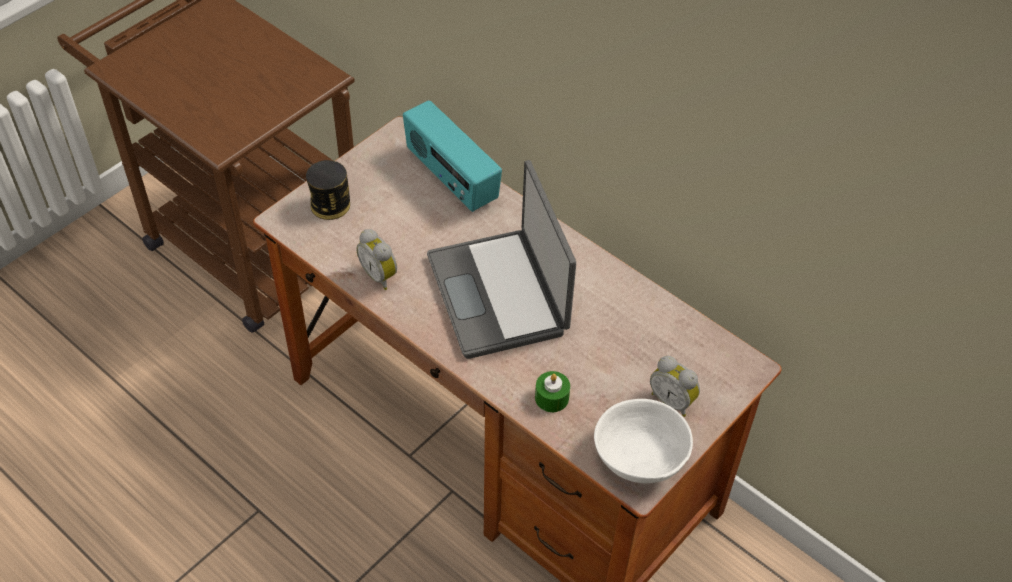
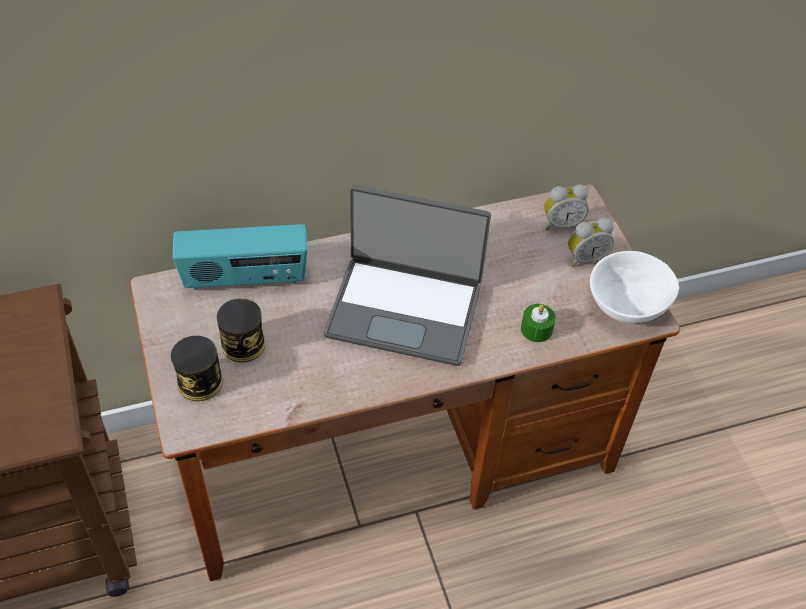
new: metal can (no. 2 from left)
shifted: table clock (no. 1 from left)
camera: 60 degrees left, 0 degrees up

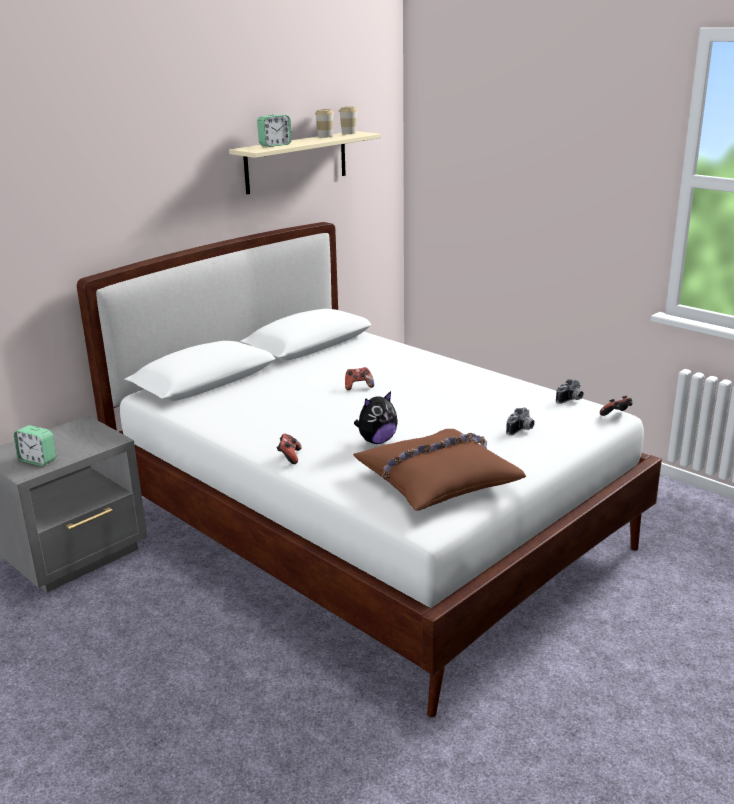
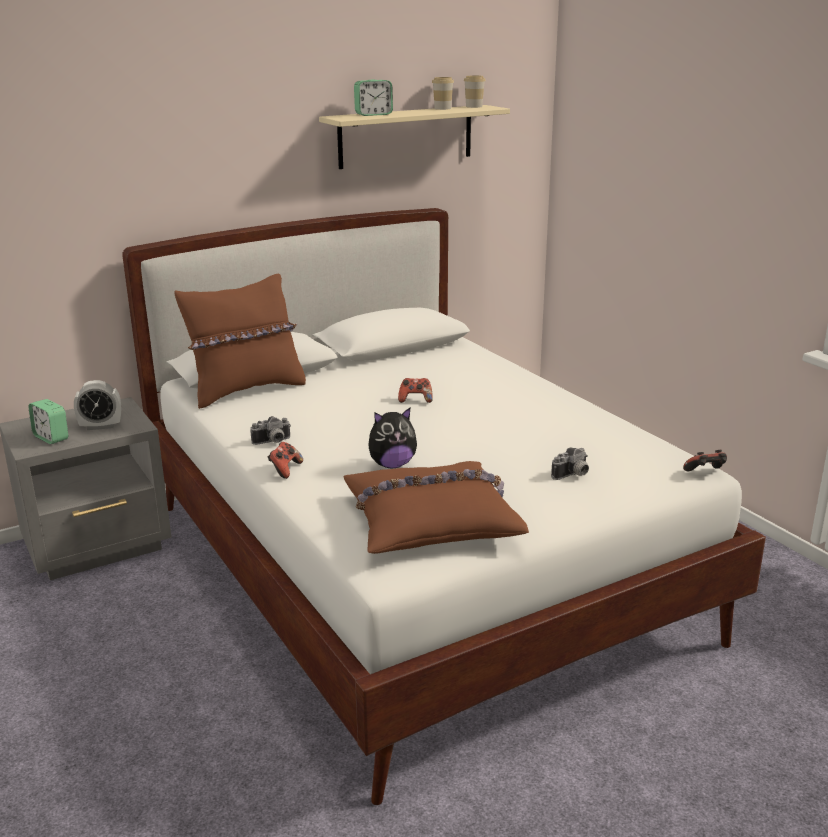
new: brownish cushion (no. 1 from left); table clock (no. 2 from left)
shifted: photo camera (no. 2 from left in the first image) to photo camera (no. 1 from left)
camera: 15 degrees right, 0 degrees up

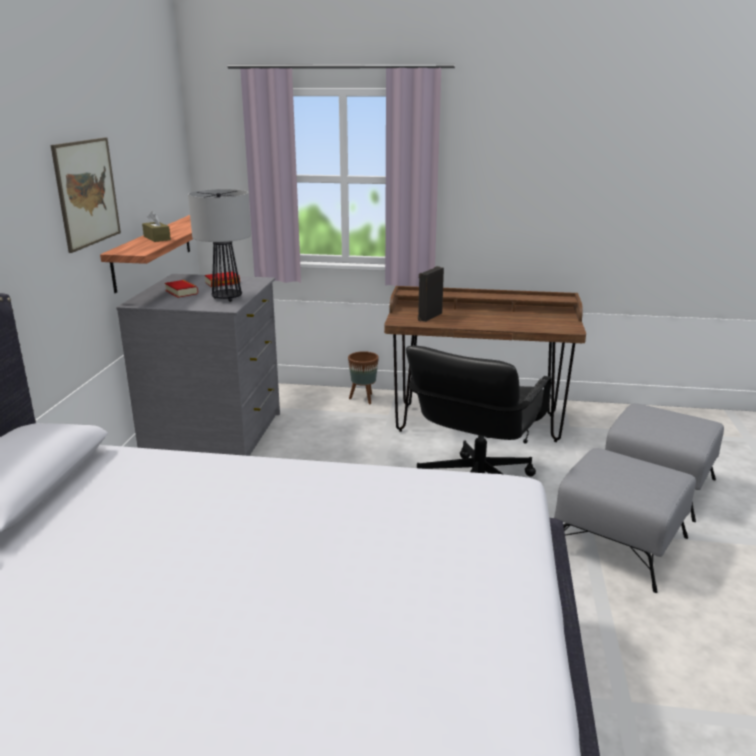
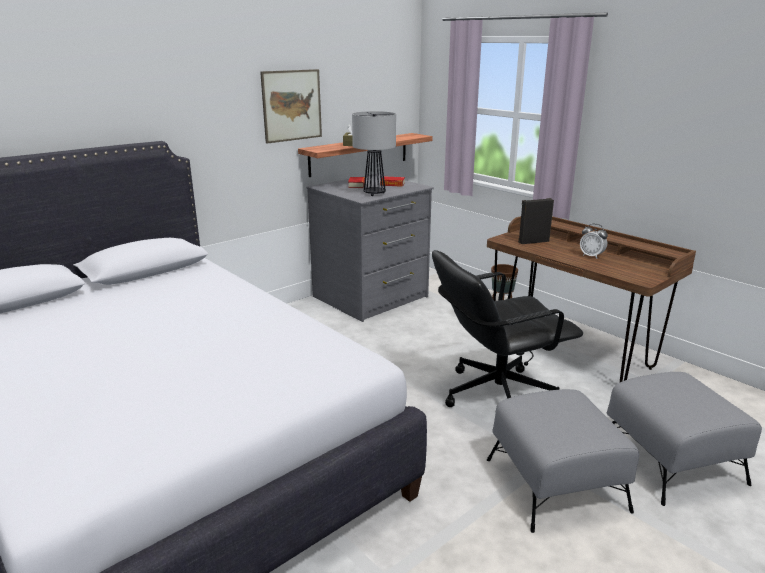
new: table clock
camera: 40 degrees right, 0 degrees up

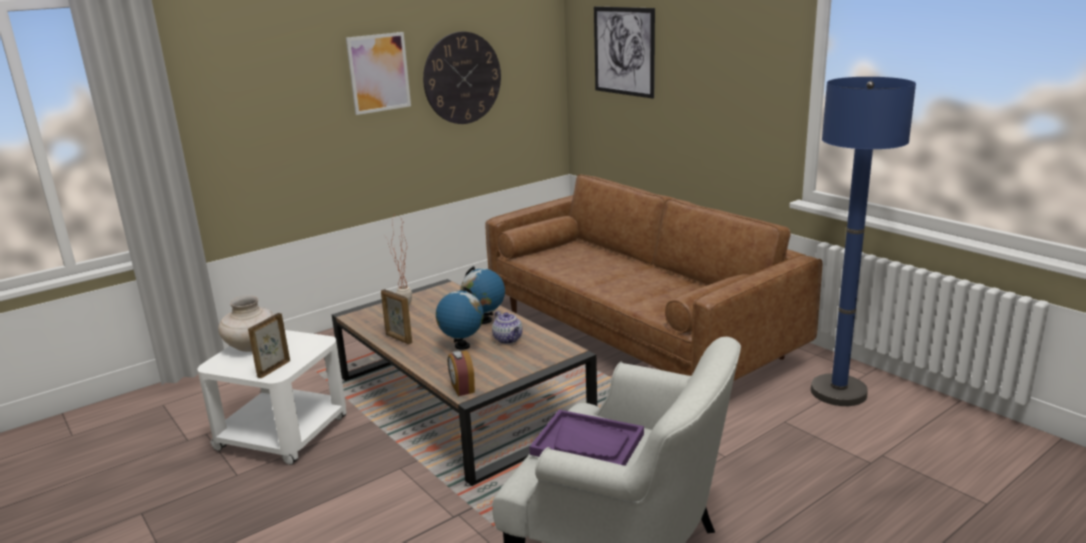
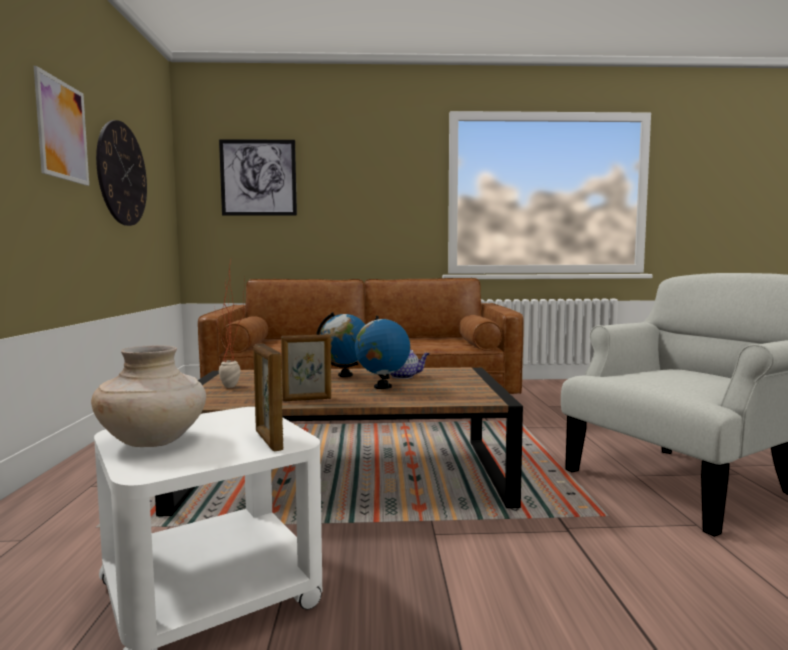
gone: blue standing lamp; table clock; purple-coloured carrying tray
camera: 55 degrees left, 15 degrees down

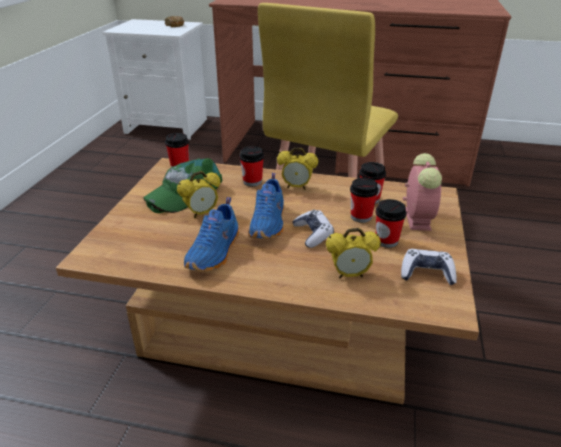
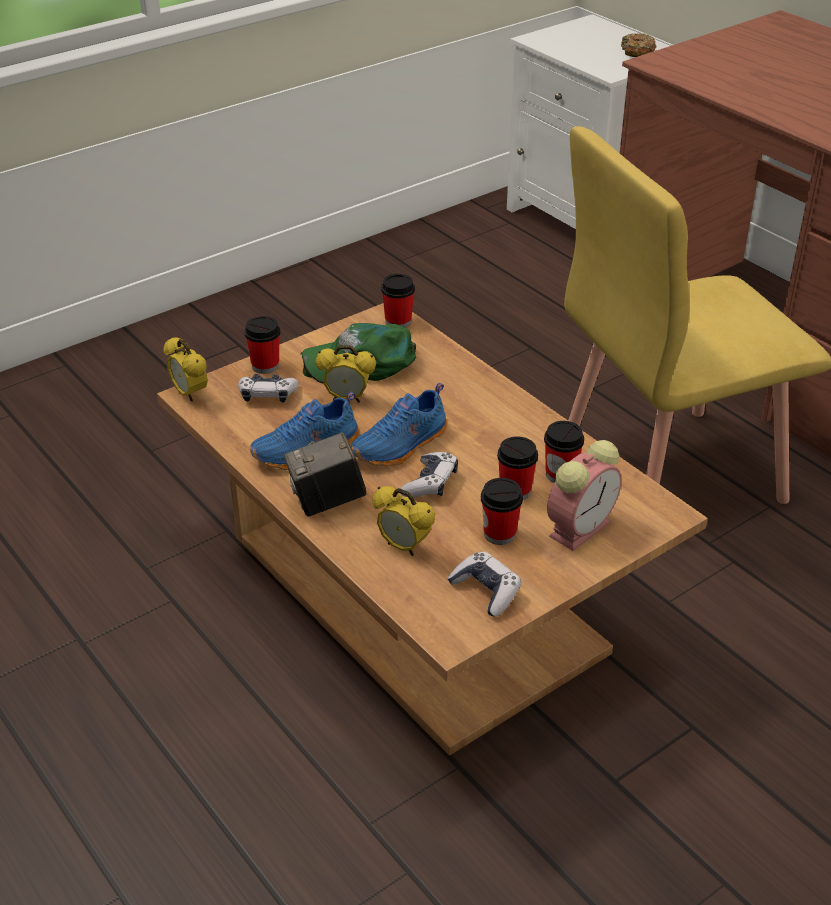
new: joypad (no. 1 from left); photo camera
shifted: small cup (no. 2 from left in the first image) to small cup (no. 1 from left); table clock (no. 2 from left in the first image) to table clock (no. 1 from left)
camera: 40 degrees right, 5 degrees up

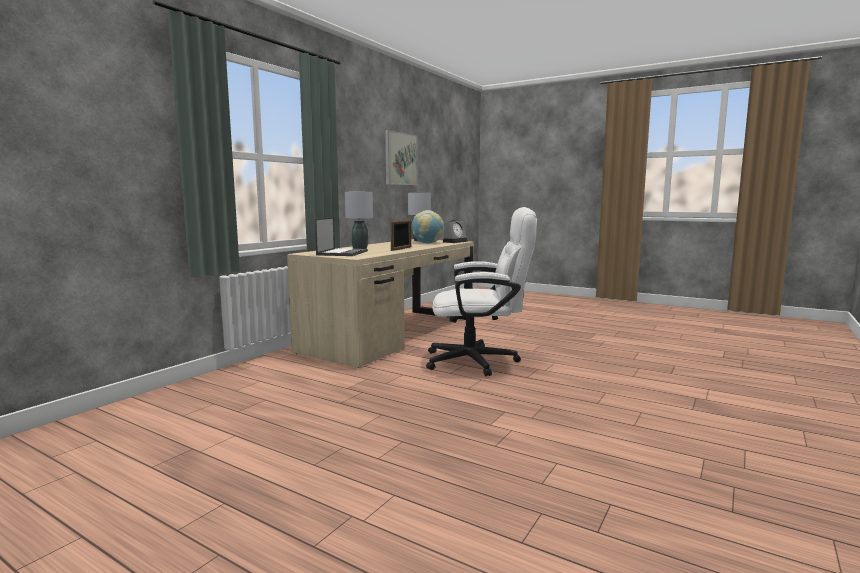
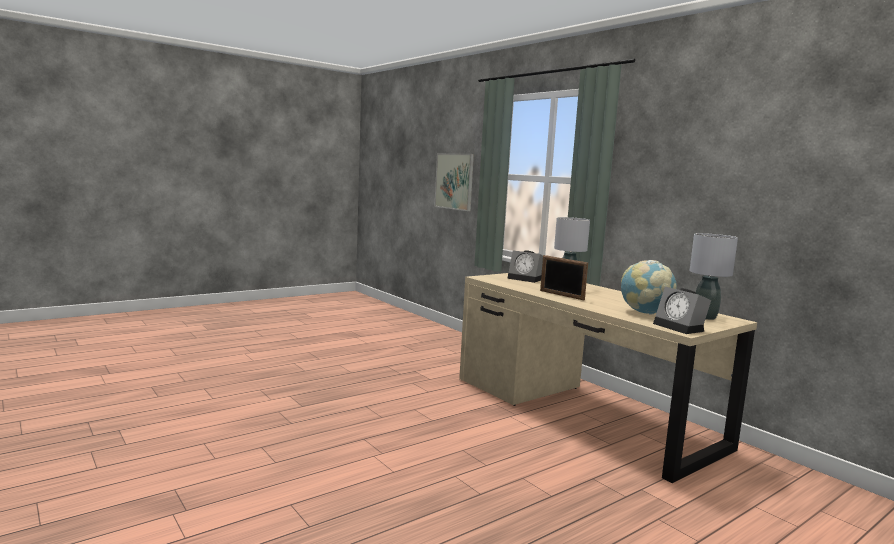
gone: whitish desk chair
shifted: picture
swapped: portable computer to table clock (no. 1 from left)
camera: 110 degrees right, 0 degrees up

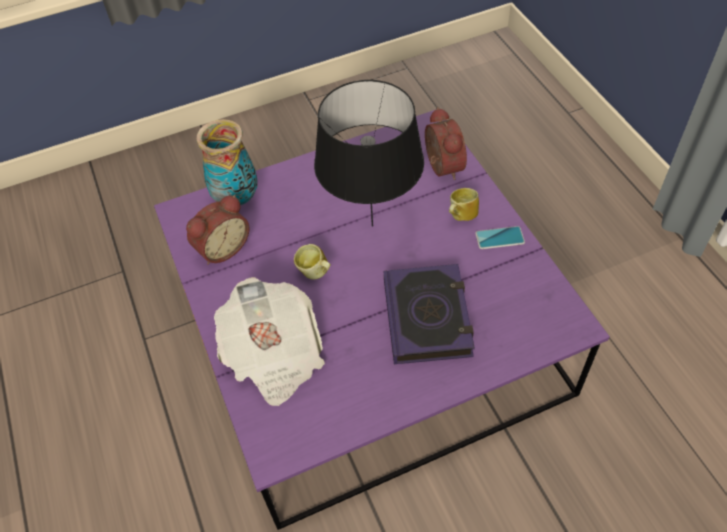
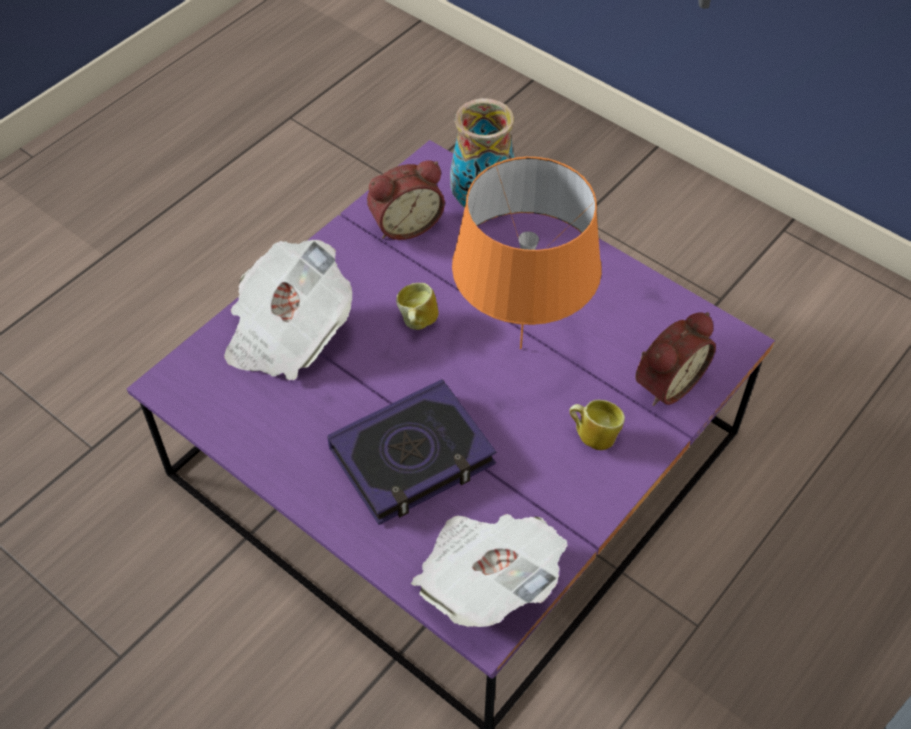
gone: phone
new: printed paper (no. 2 from left)
repainted: black-coloured lamp for a table to orange lamp for a table
rotated: table clock (no. 1 from left) 45 degrees counterclockwise
camera: 60 degrees right, 0 degrees up

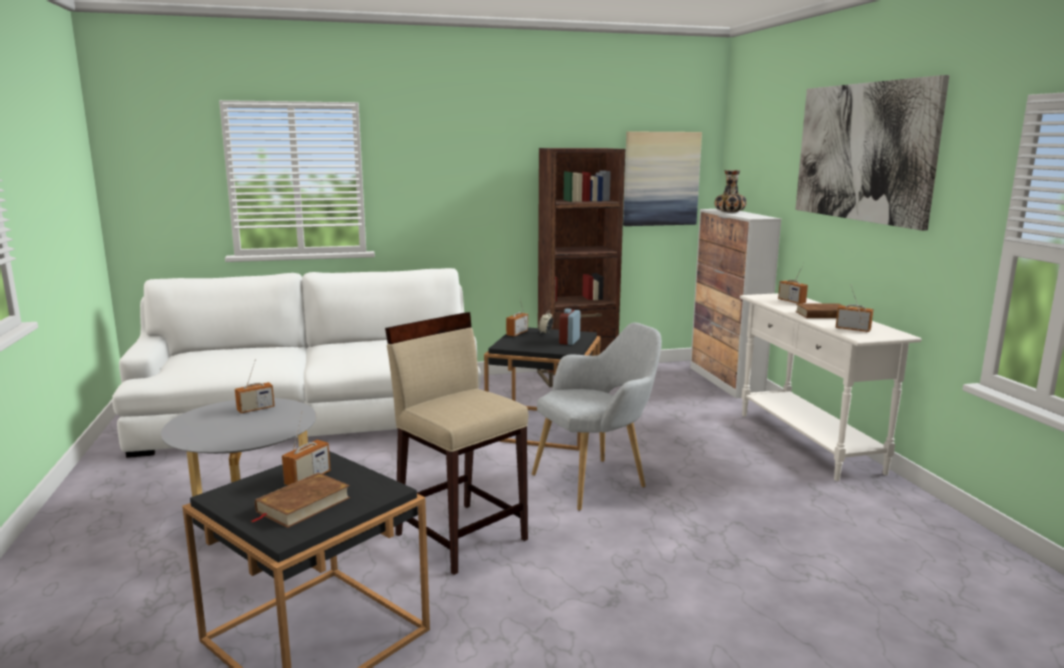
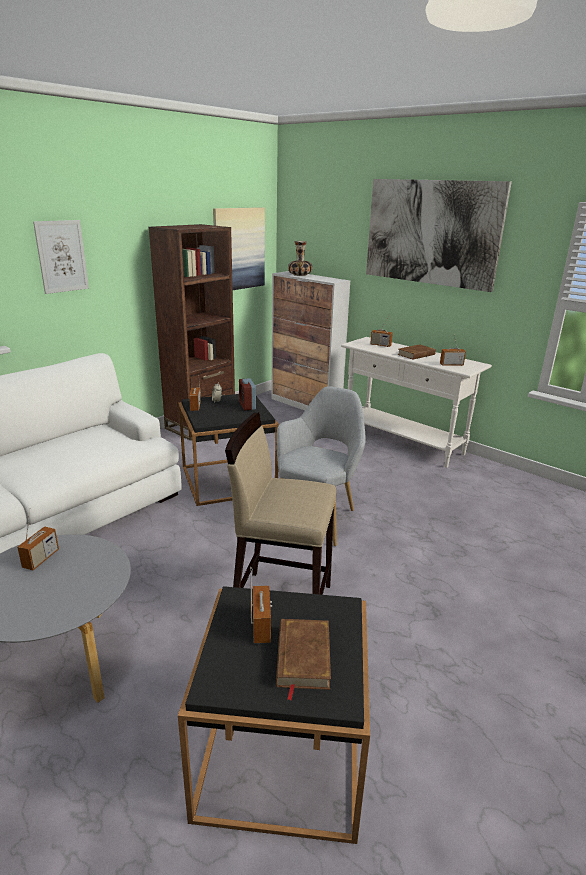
new: picture (no. 1 from left)
camera: 35 degrees left, 10 degrees up

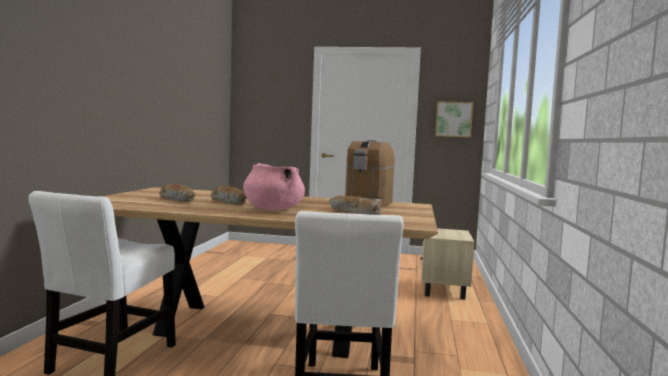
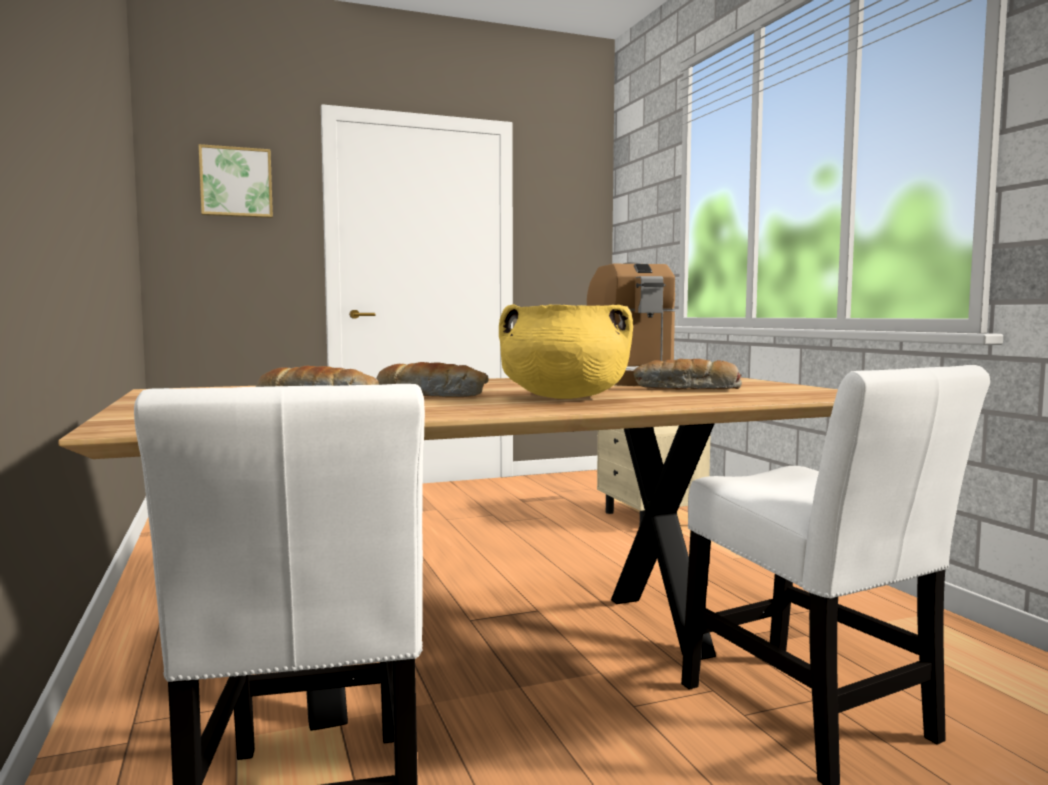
shifted: picture
repainted: pinkish stockpot to yellow stockpot
camera: 30 degrees left, 0 degrees up

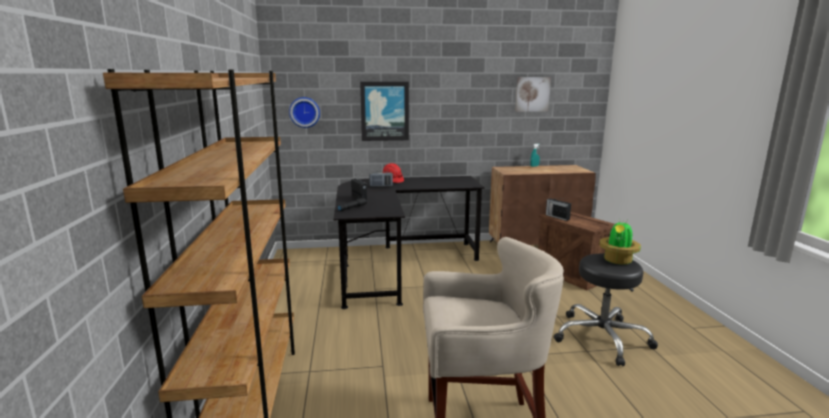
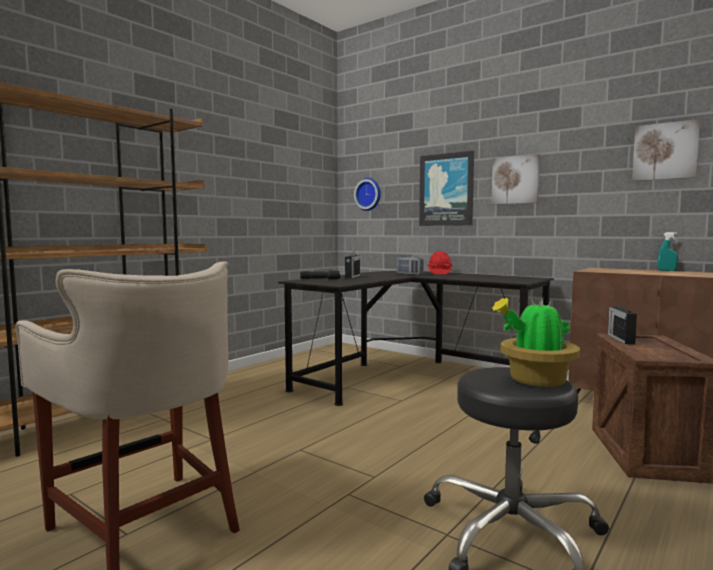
new: picture (no. 2 from left)
camera: 45 degrees right, 10 degrees down

